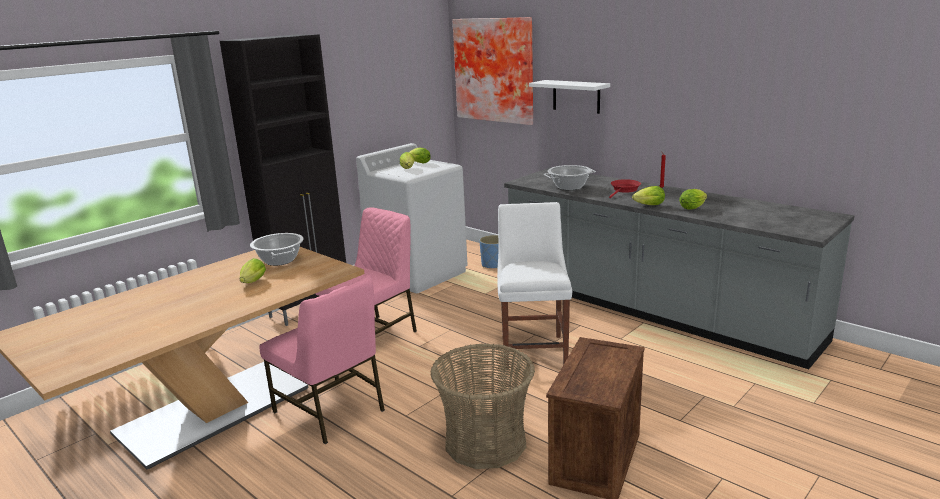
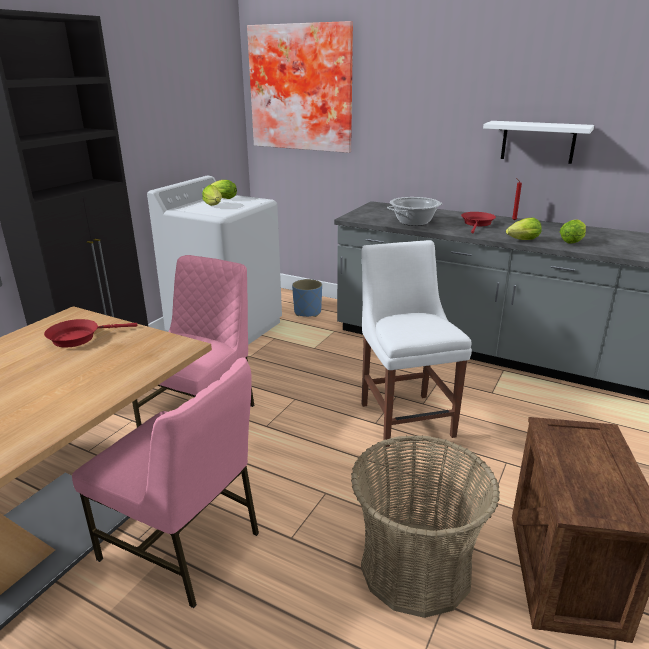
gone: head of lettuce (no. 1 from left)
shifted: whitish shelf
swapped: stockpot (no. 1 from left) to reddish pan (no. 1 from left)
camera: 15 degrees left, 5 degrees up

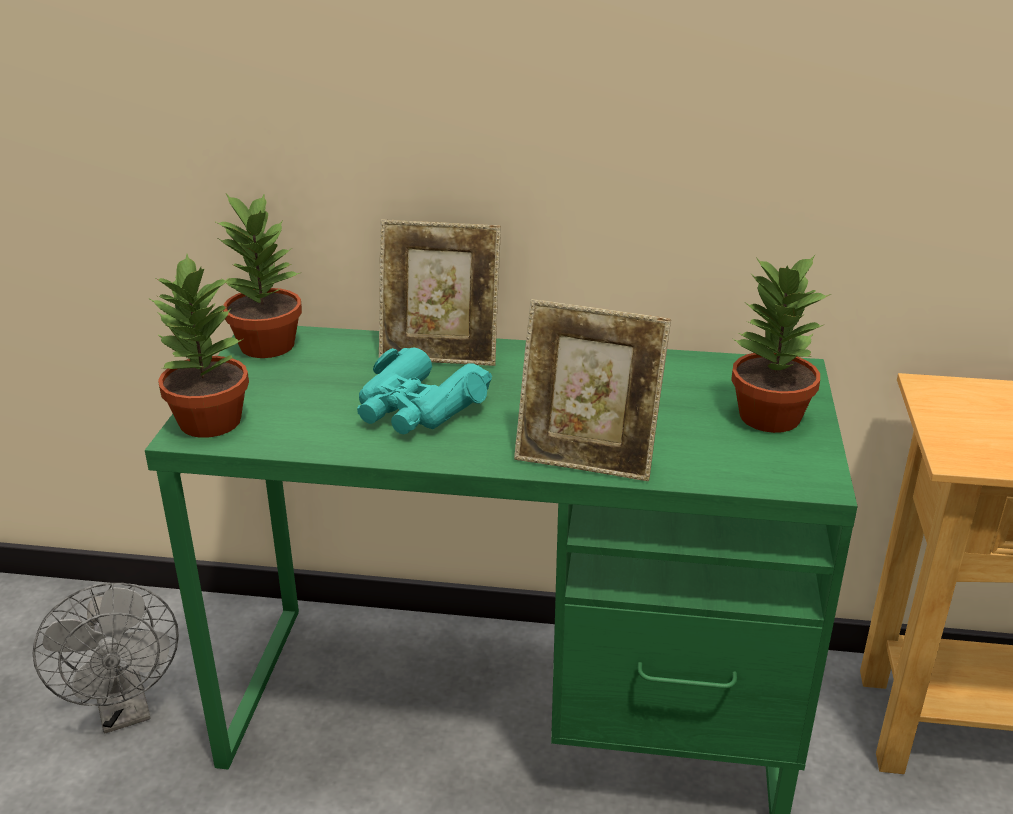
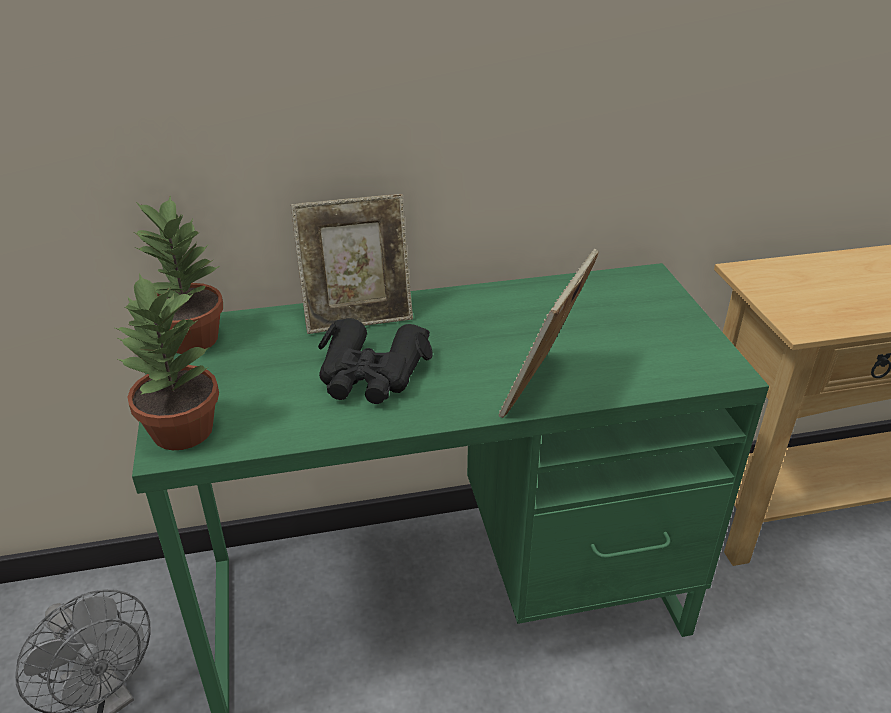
gone: houseplant (no. 3 from left)
repainted: blue-green field glasses to black-coloured field glasses
rotated: standing frame (no. 2 from left) 120 degrees clockwise
camera: 20 degrees left, 5 degrees up

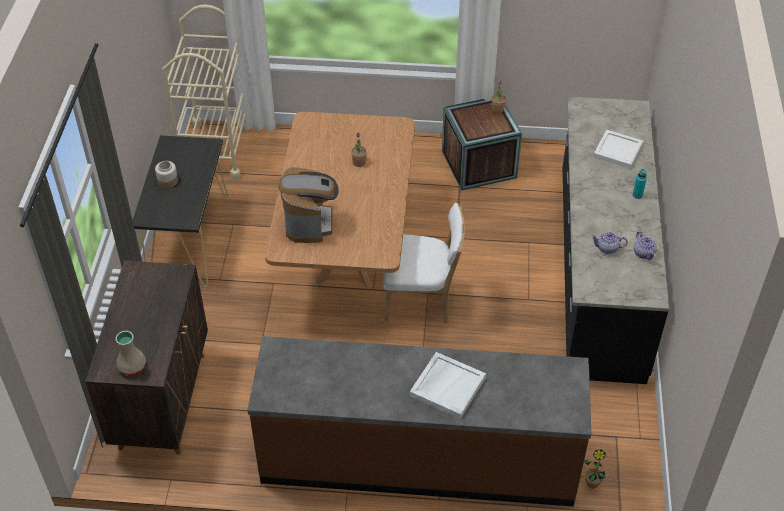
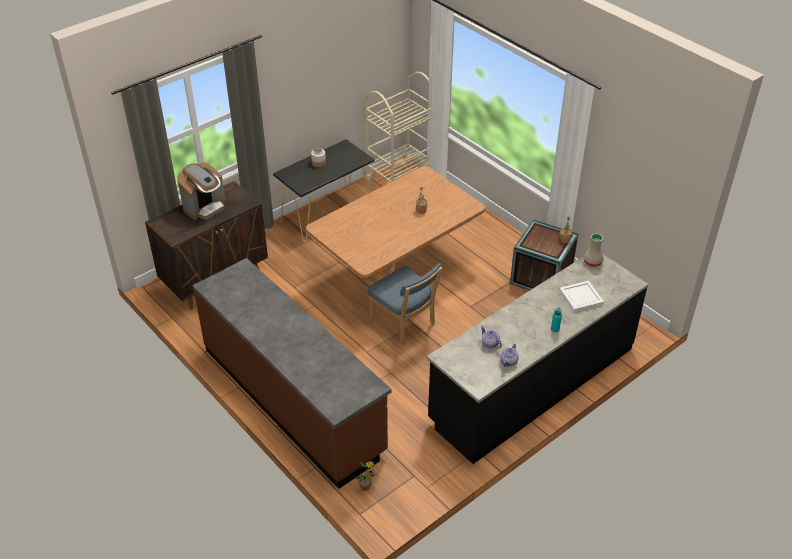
gone: whitish carrying tray (no. 1 from left)
shifted: coffee brewer; beige-coloured flower vase
repainted: whitish plain chair to blue plain chair
camera: 45 degrees right, 5 degrees down

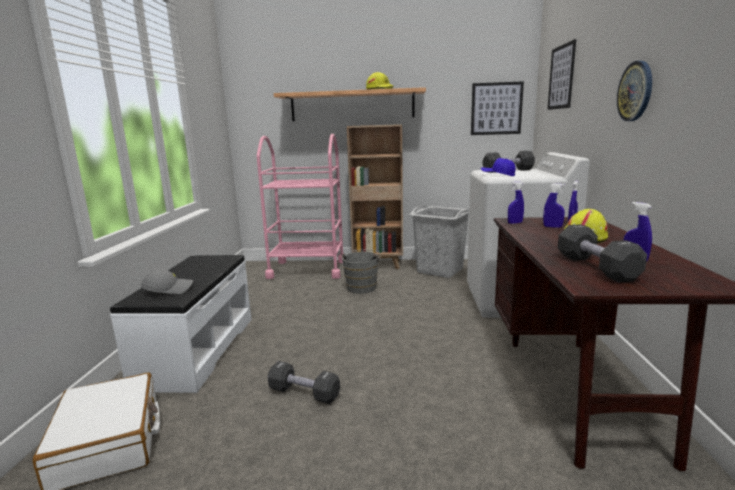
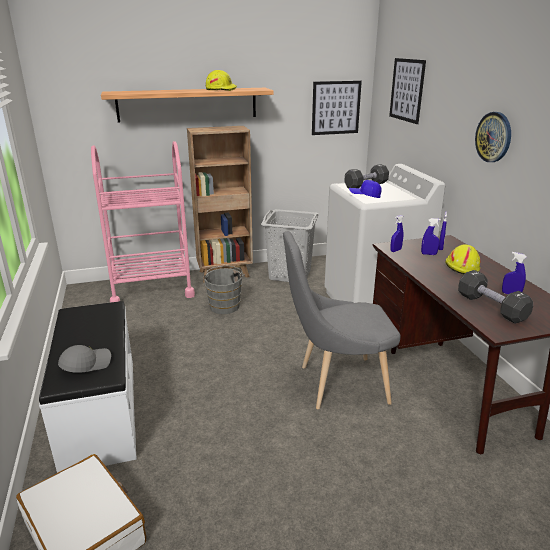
gone: black-coloured free weight (no. 1 from left)
new: grey plain chair
camera: 20 degrees left, 10 degrees up

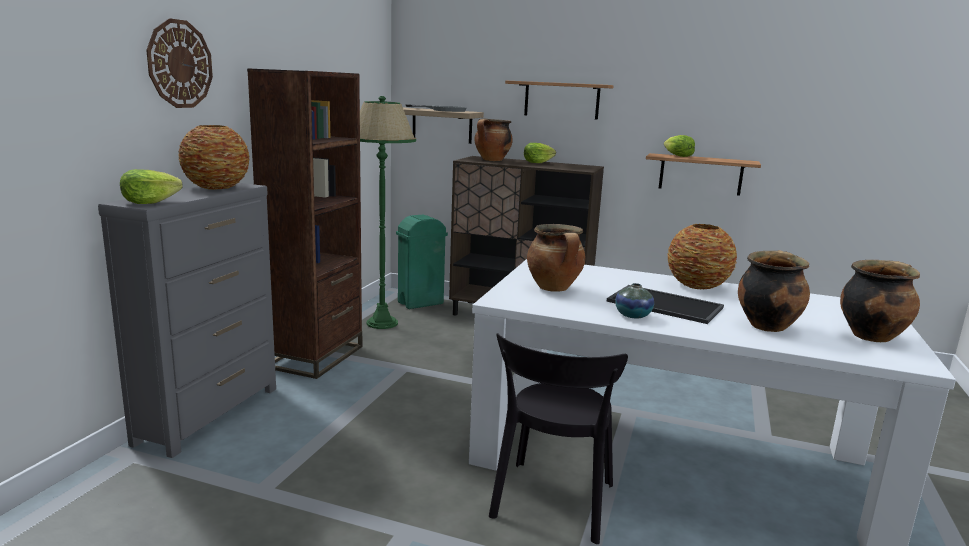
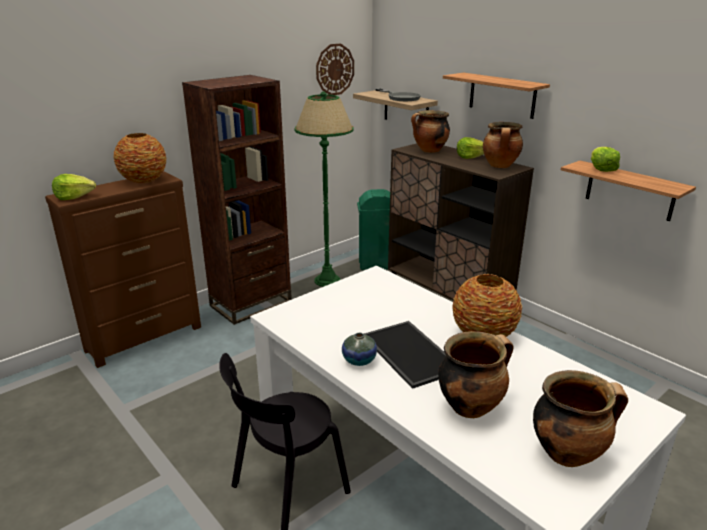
shifted: hanging clock; stockpot (no. 2 from left in the first image) to stockpot (no. 3 from left)
repainted: grey drawer chest to brownish drawer chest
camera: 30 degrees right, 10 degrees up

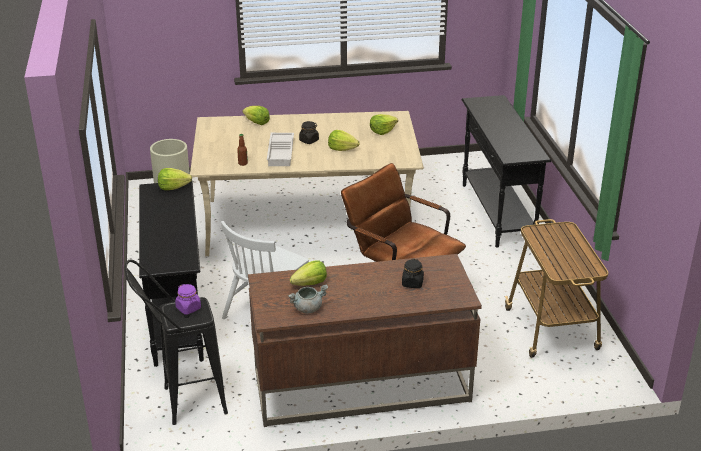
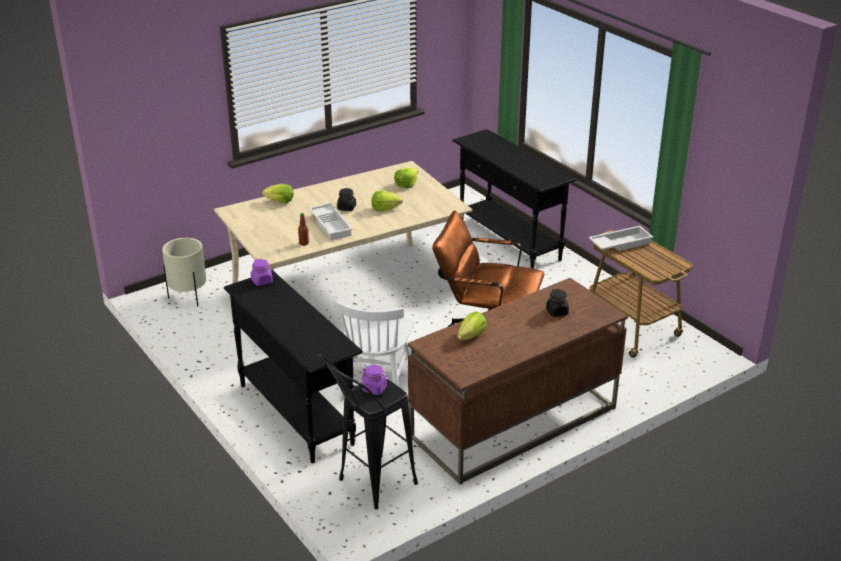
gone: grey stockpot
new: whitish carrying tray (no. 2 from left)
swapped: head of lettuce (no. 1 from left) to purple-coloured storage jar (no. 1 from left)
camera: 25 degrees left, 0 degrees up

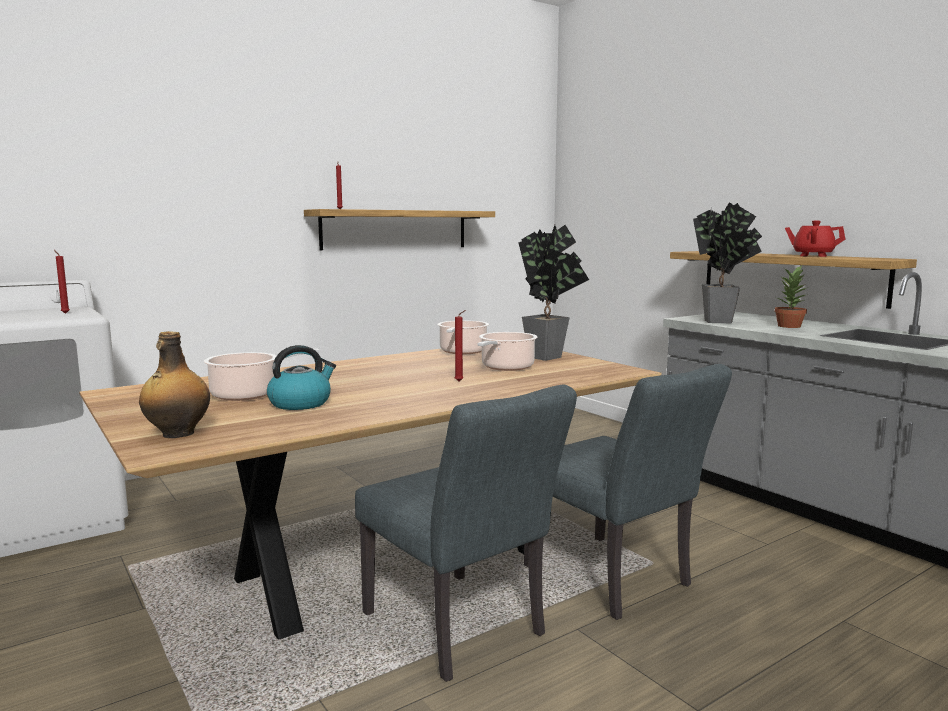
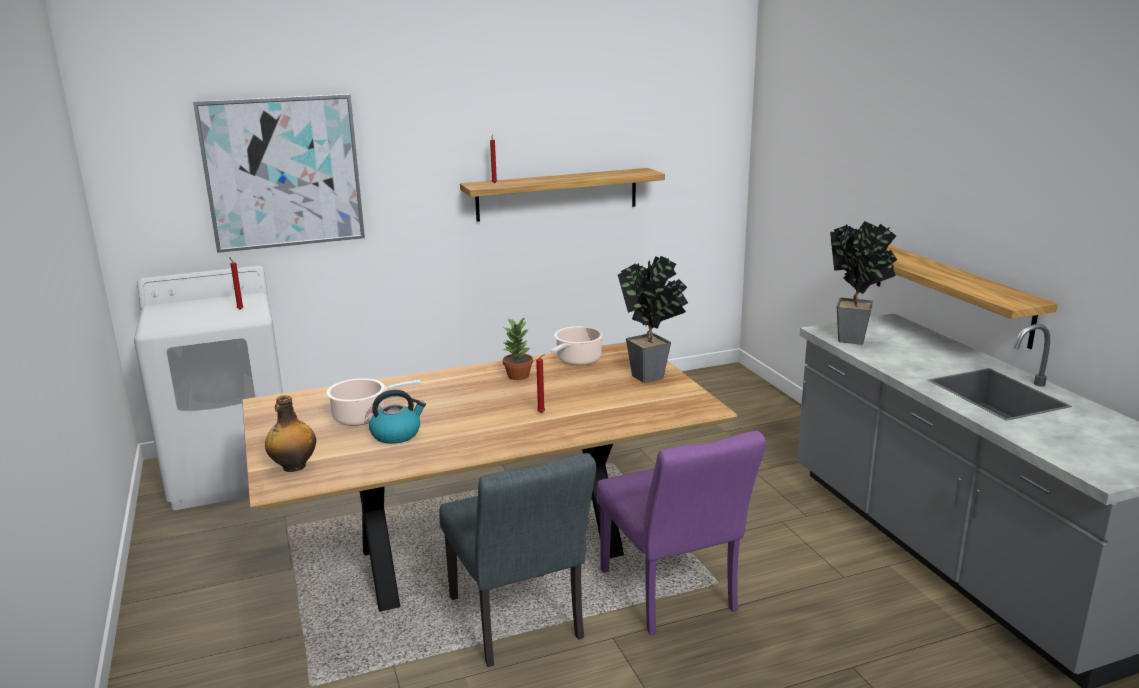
gone: reddish pot for tea; stockpot (no. 3 from left)
new: picture
shifted: houseplant (no. 3 from left in the first image) to houseplant (no. 1 from left)
repainted: grey plain chair (no. 2 from left) to purple-coloured plain chair
camera: 15 degrees right, 10 degrees up

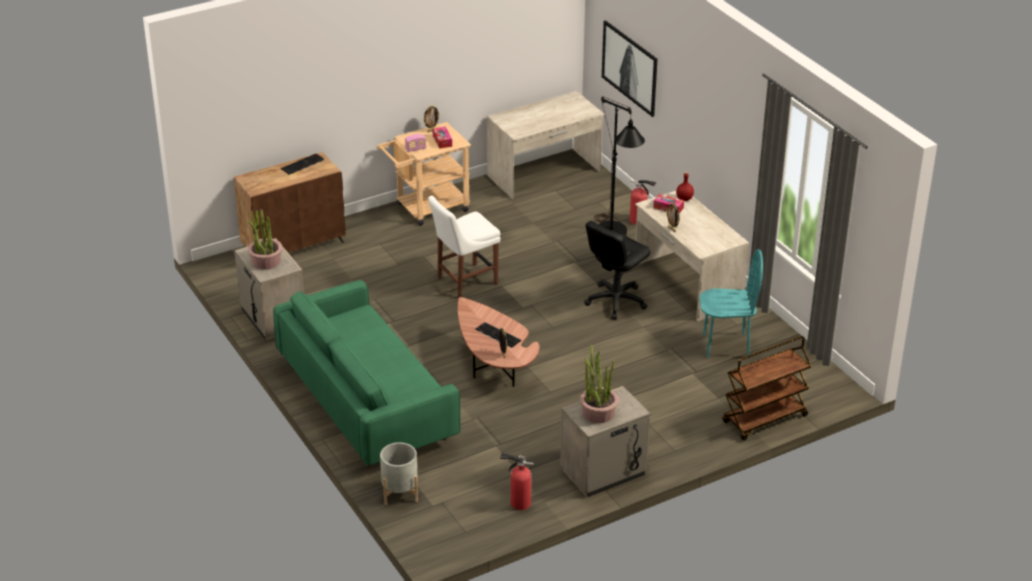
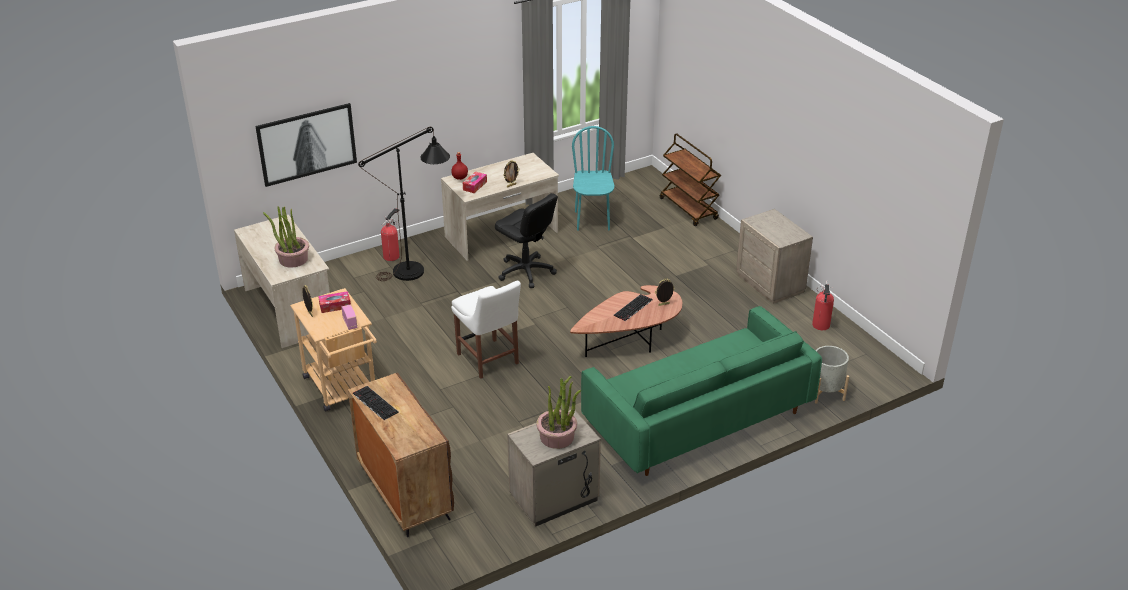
shifted: houseplant (no. 2 from left in the first image) to houseplant (no. 1 from left)
camera: 90 degrees left, 0 degrees up

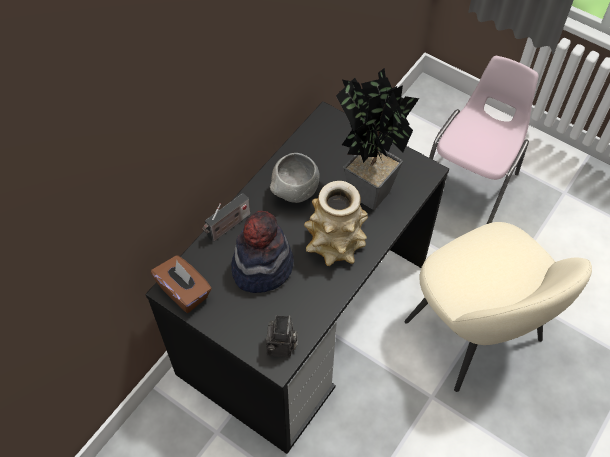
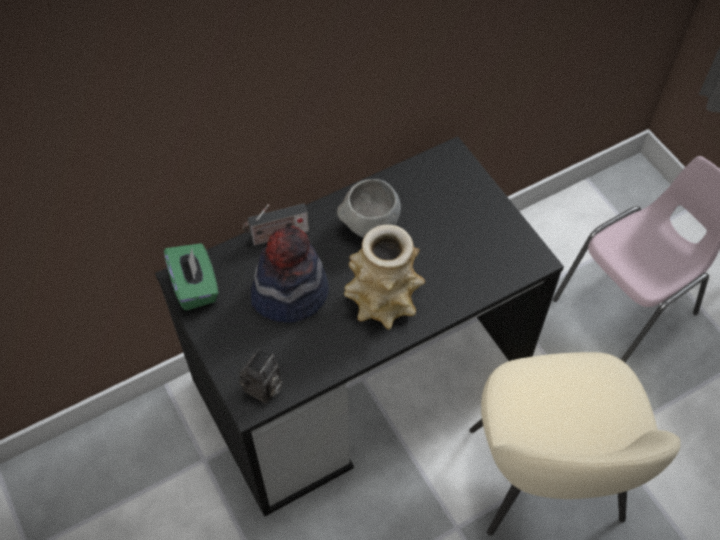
gone: houseplant
repainted: brownish tissue box to green tissue box
camera: 25 degrees right, 0 degrees up

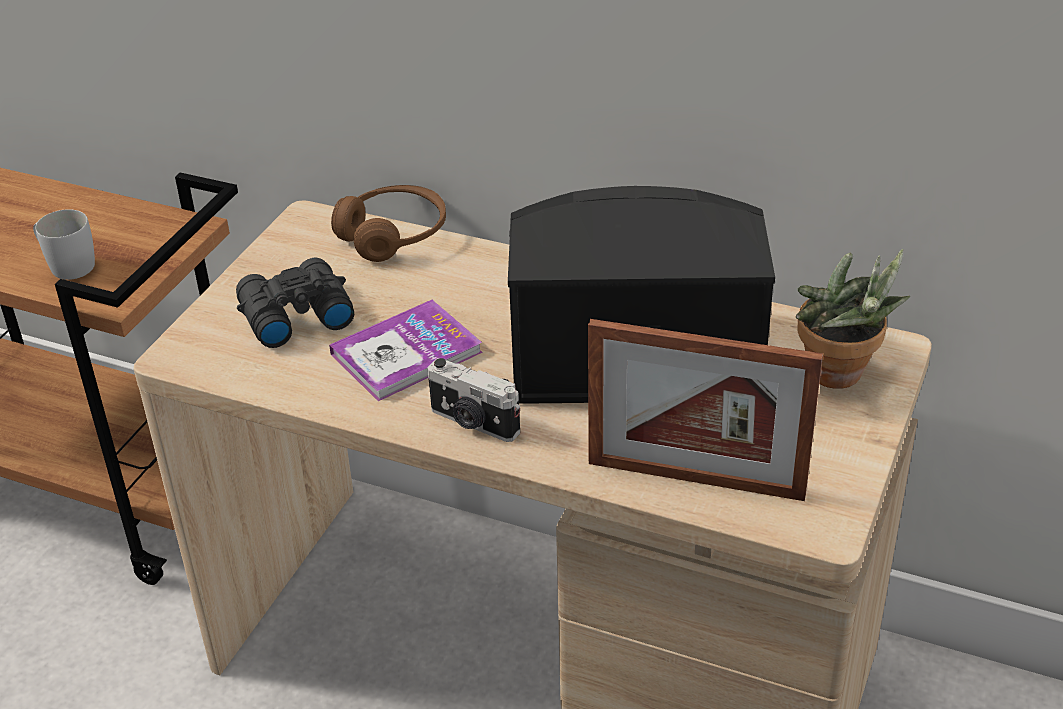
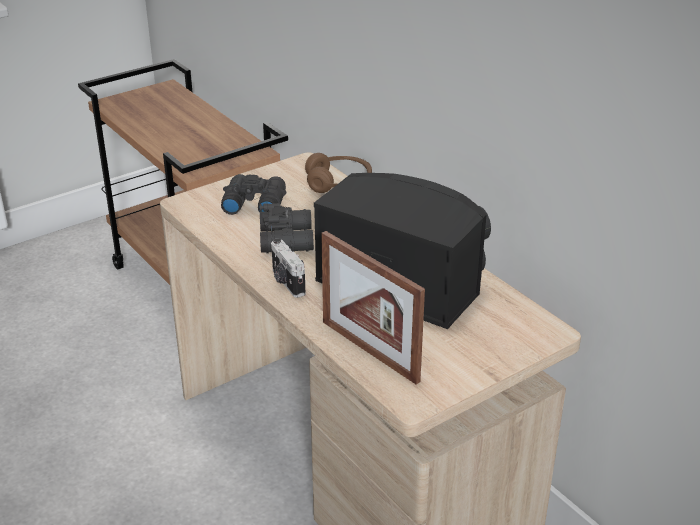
gone: whitish tea mug; houseplant
swapped: bound book to black-coloured field glasses (no. 2 from left)
camera: 30 degrees right, 5 degrees down

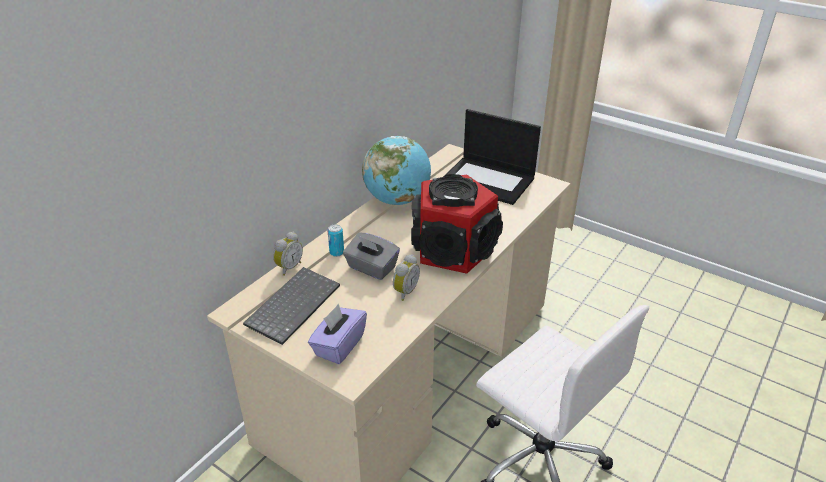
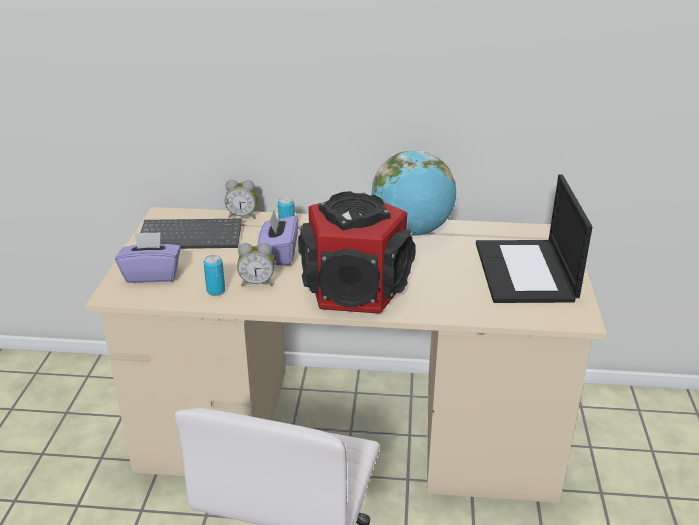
new: metal can (no. 1 from left)
repainted: grey tissue box to purple-coloured tissue box (no. 2 from left)
camera: 60 degrees right, 5 degrees down

